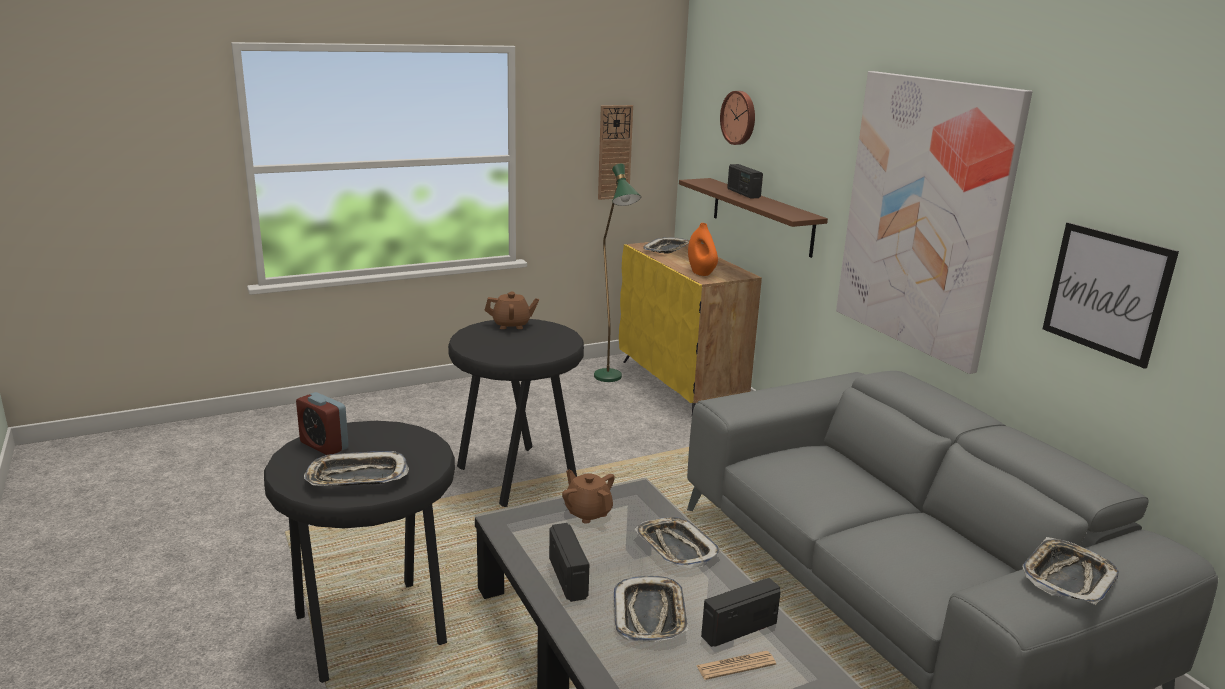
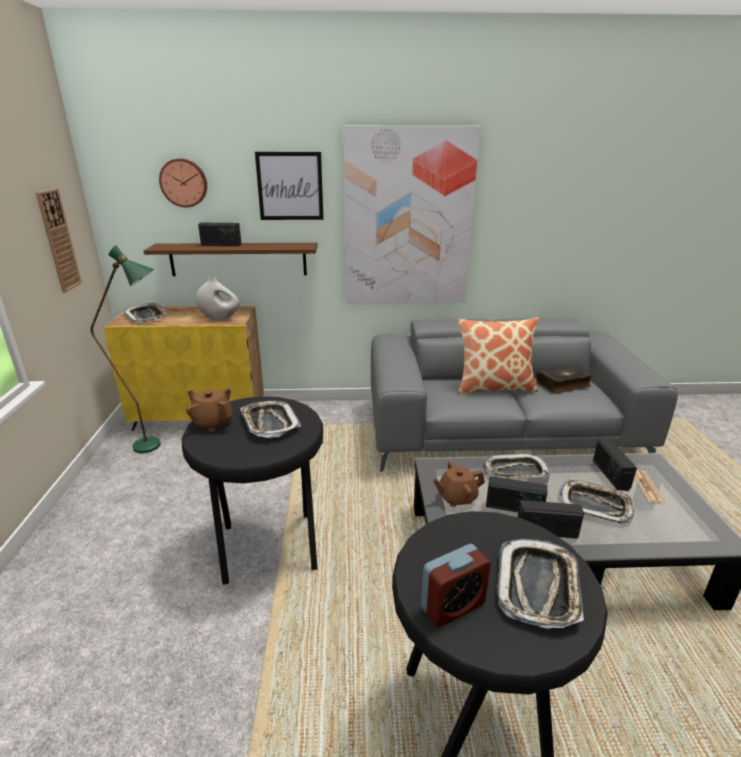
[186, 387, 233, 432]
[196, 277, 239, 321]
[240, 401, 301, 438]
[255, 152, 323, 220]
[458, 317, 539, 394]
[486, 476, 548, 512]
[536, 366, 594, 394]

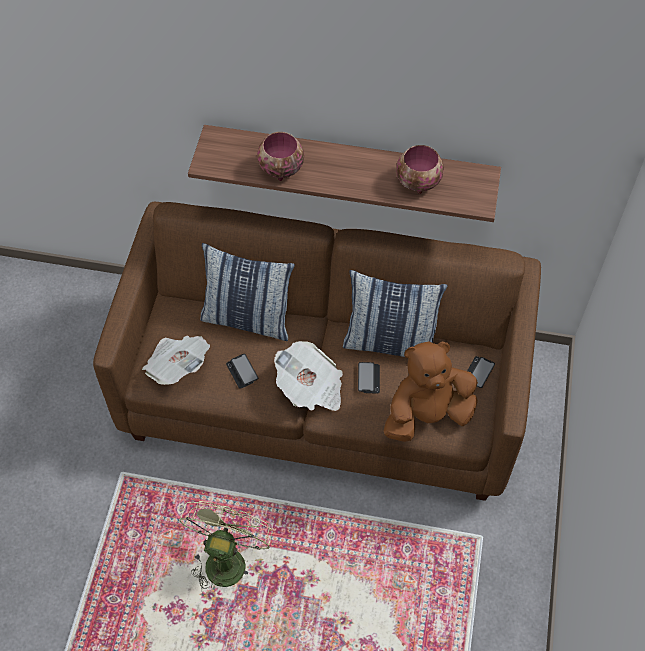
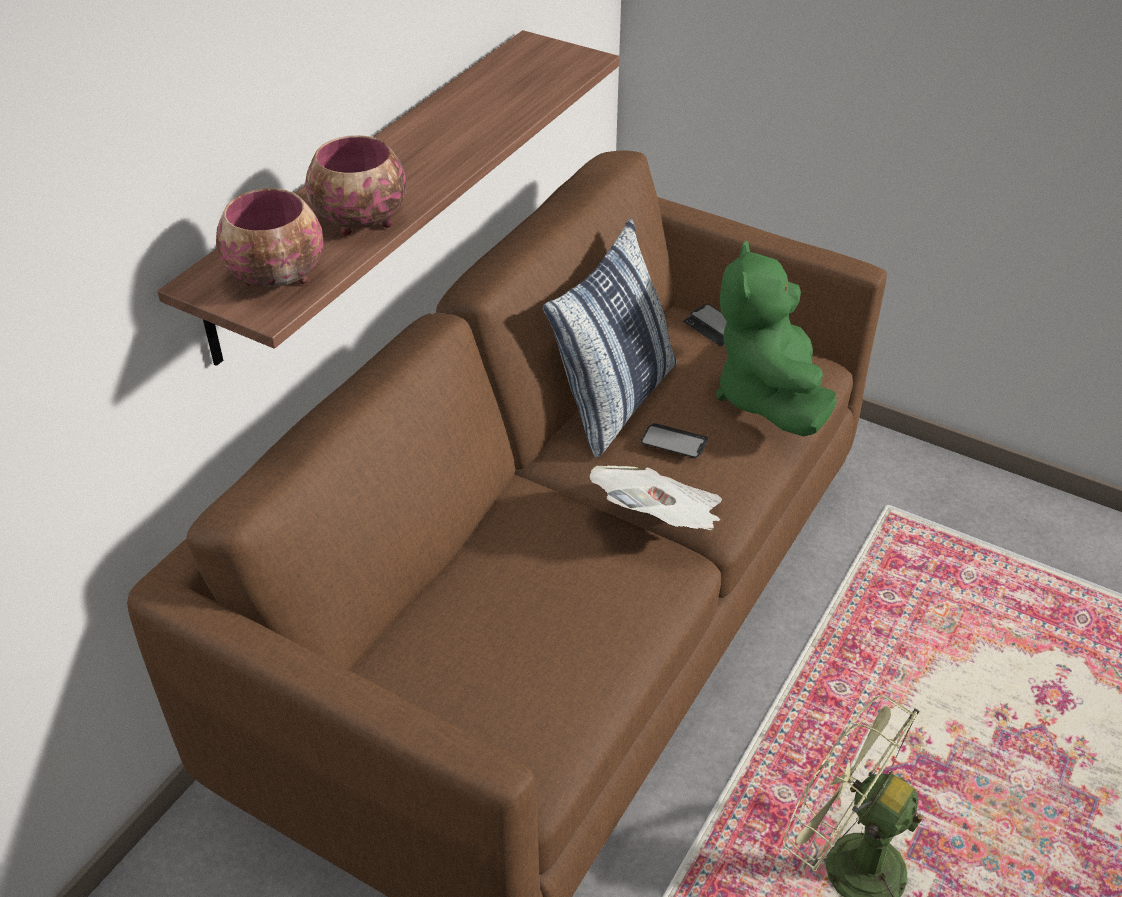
[216, 188, 323, 287]
[716, 241, 837, 436]
[142, 336, 210, 385] (first image)
[200, 243, 295, 341] (first image)
[226, 354, 258, 388] (first image)

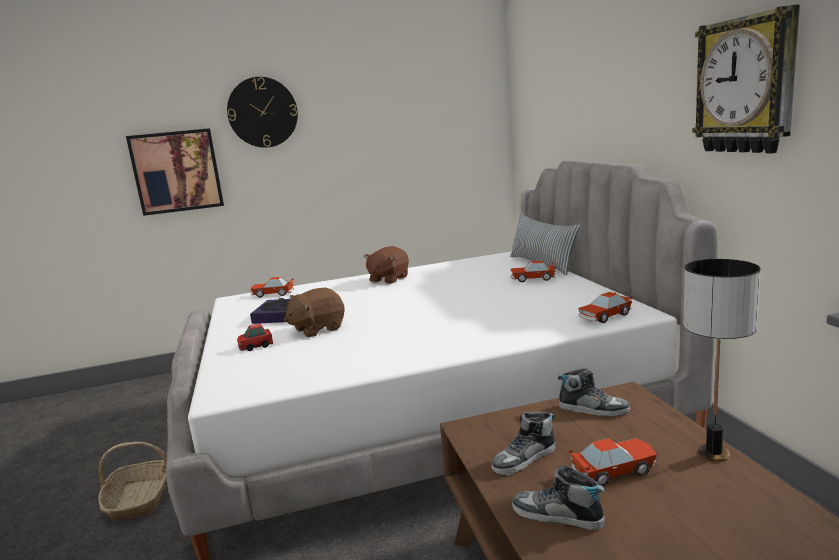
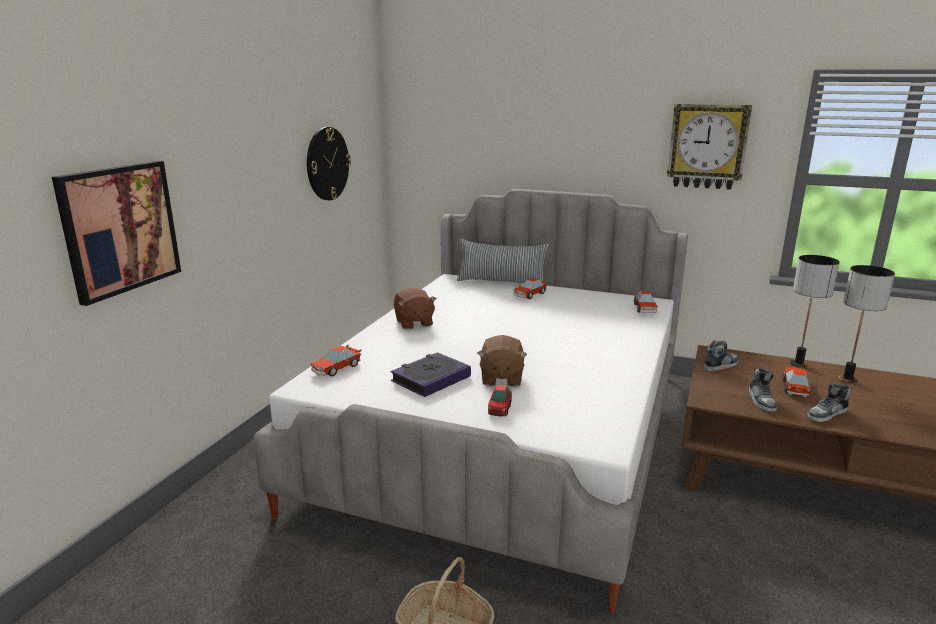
[307, 127, 351, 200]
[838, 265, 895, 384]

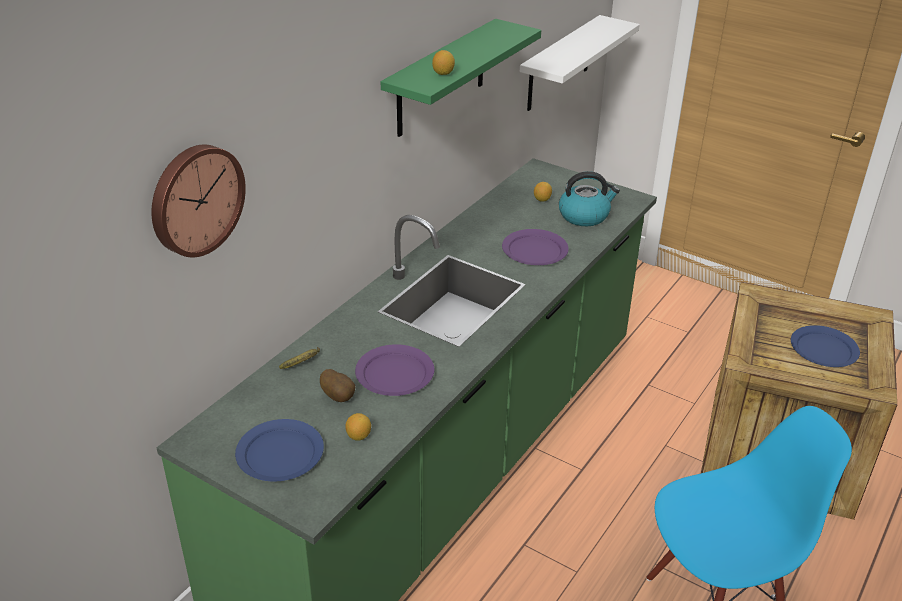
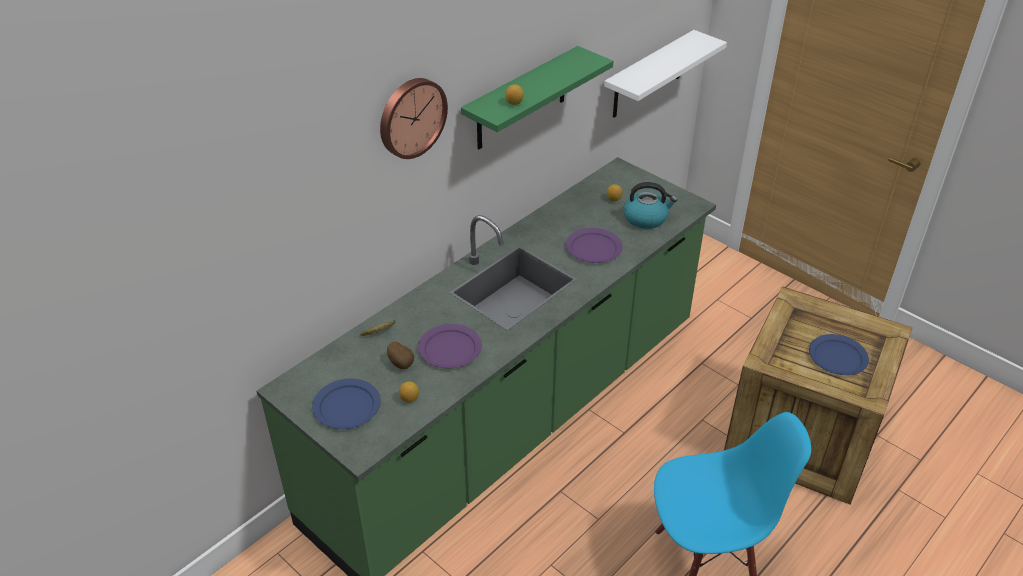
[380, 78, 448, 159]

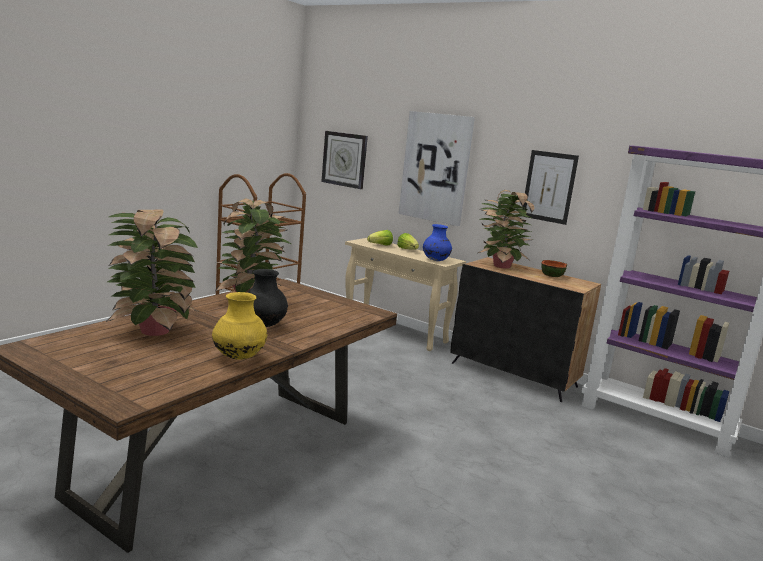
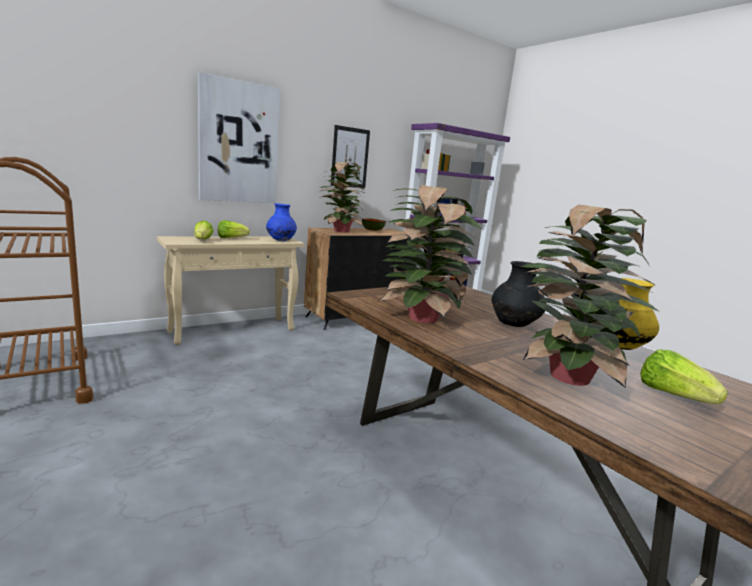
[640, 350, 728, 404]
[321, 131, 368, 189] (first image)

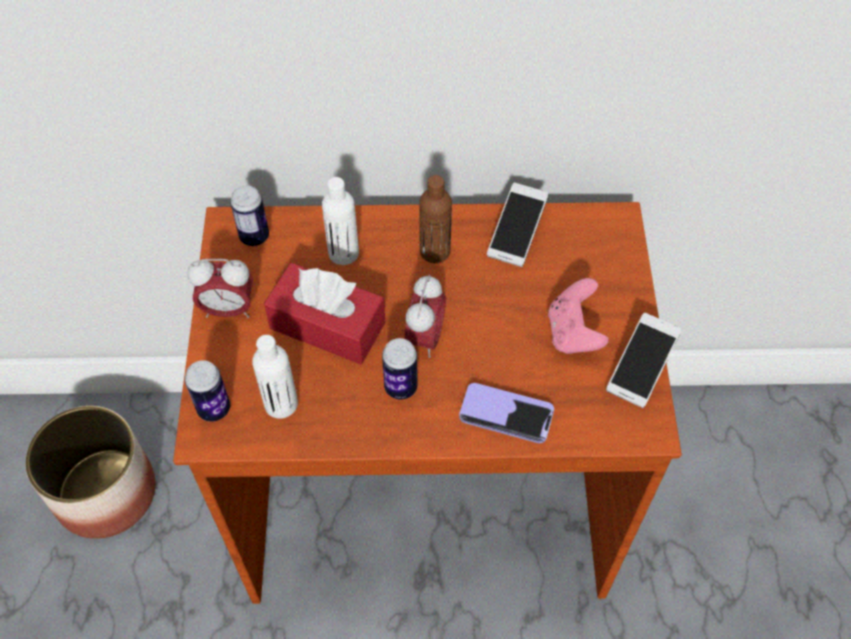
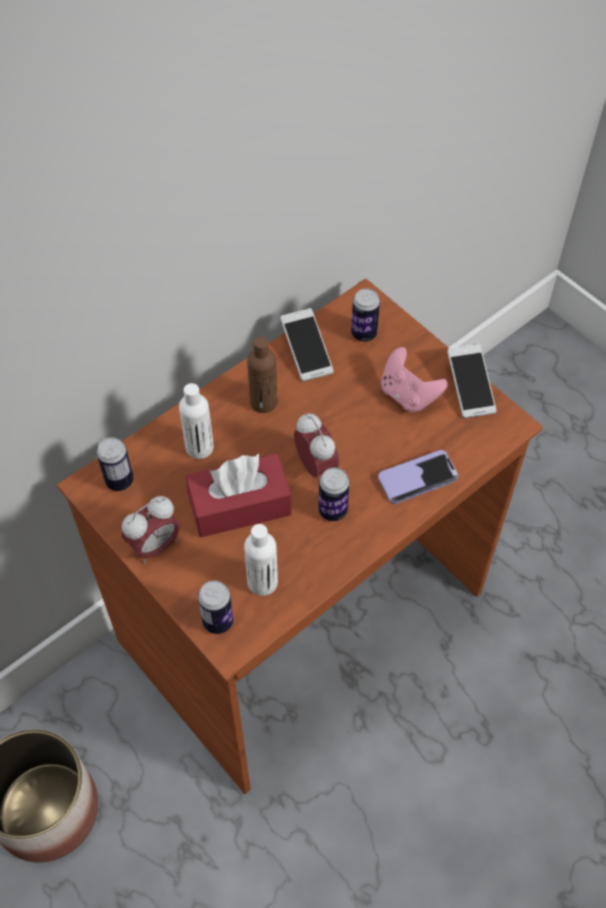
[351, 288, 380, 342]

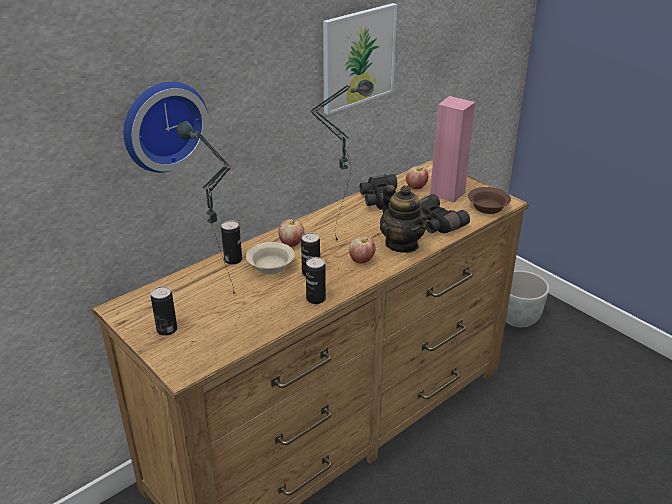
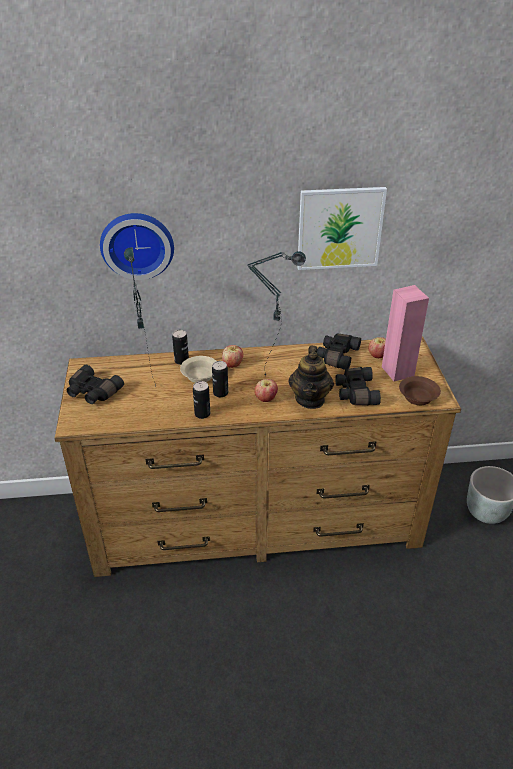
[67, 365, 124, 404]

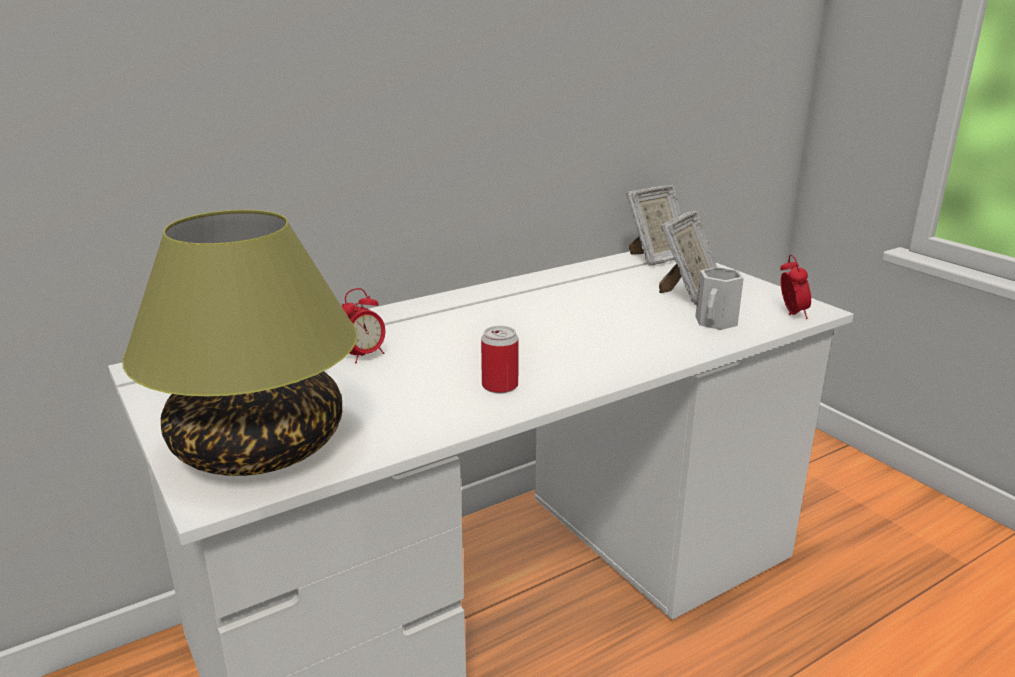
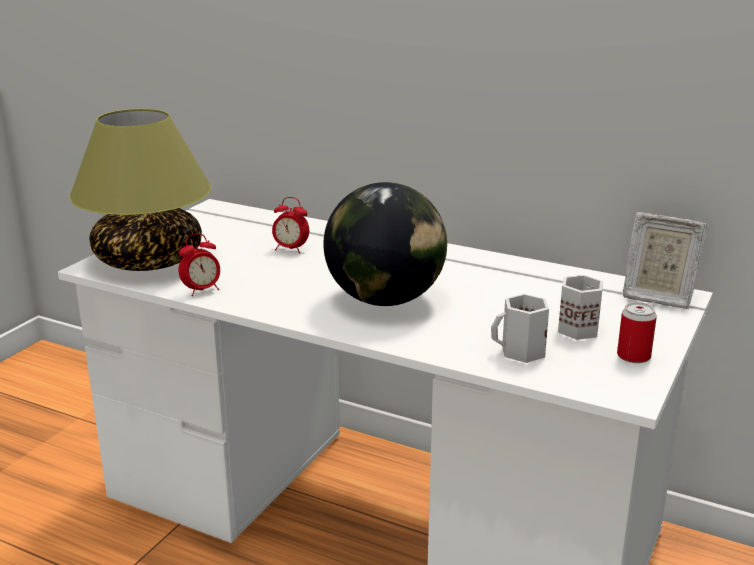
[178, 233, 220, 296]
[323, 182, 447, 306]
[558, 275, 603, 340]
[617, 302, 657, 363]

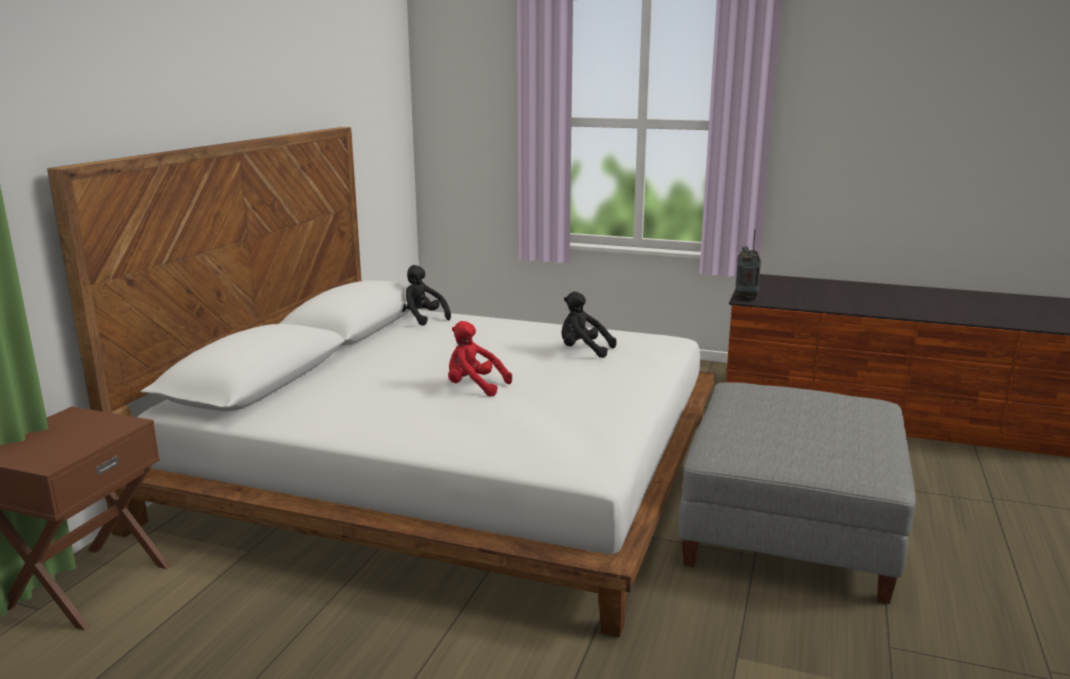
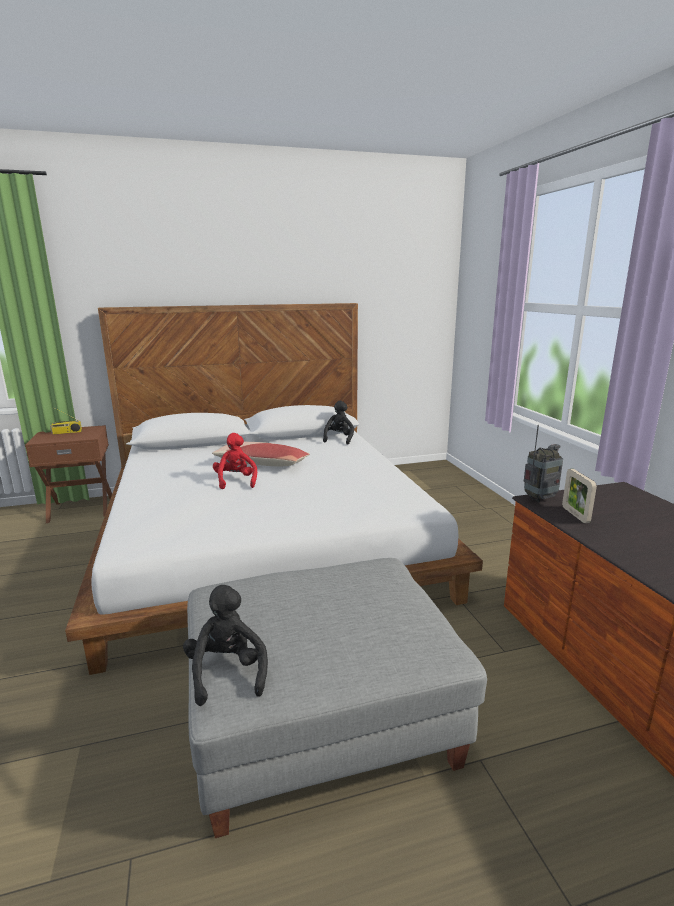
[50, 409, 82, 435]
[183, 585, 268, 706]
[212, 442, 310, 466]
[562, 469, 597, 523]

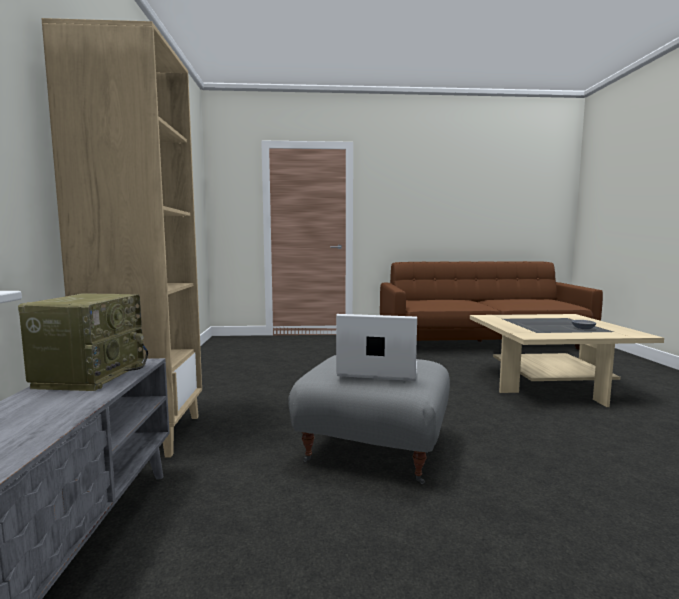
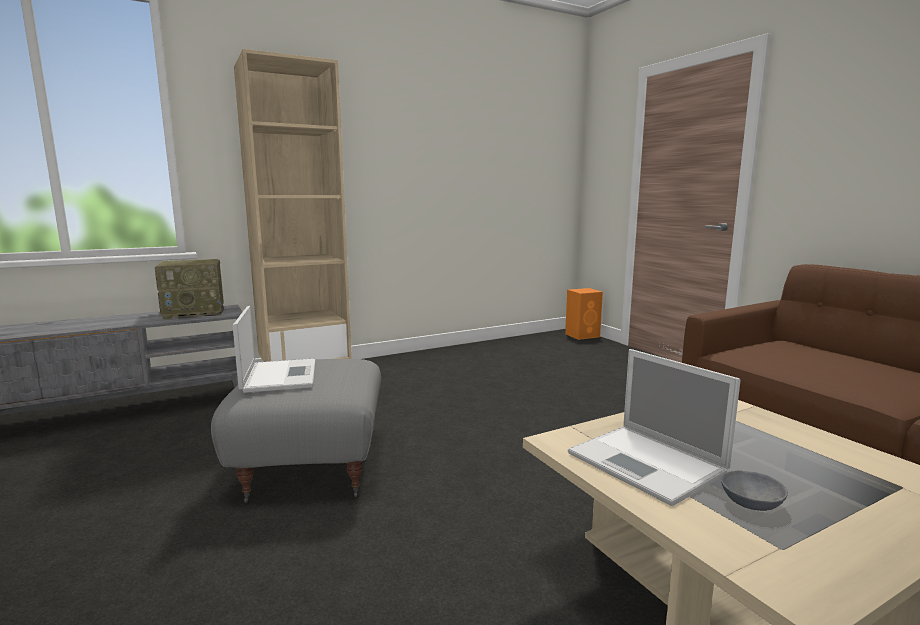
[565, 288, 603, 340]
[568, 349, 741, 506]

